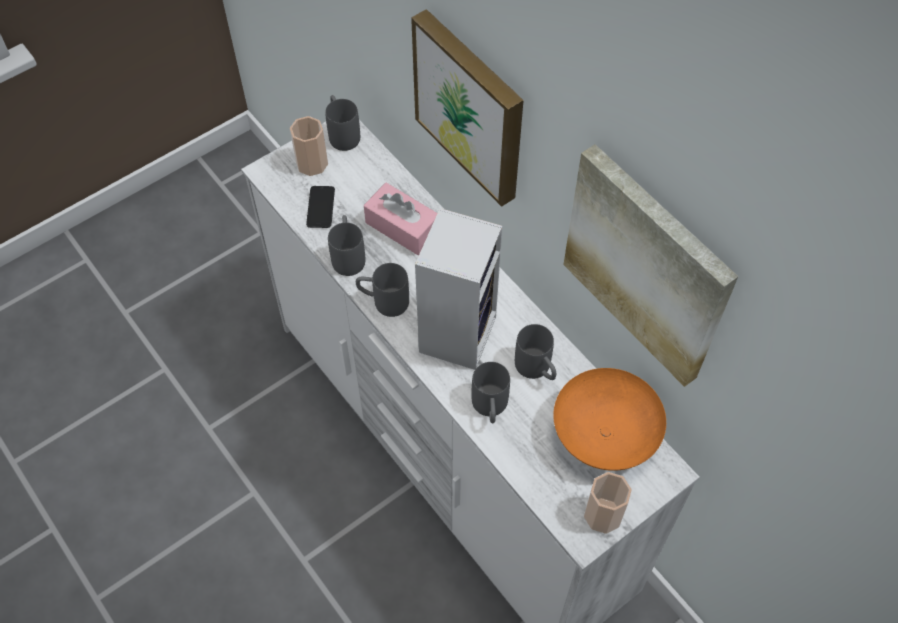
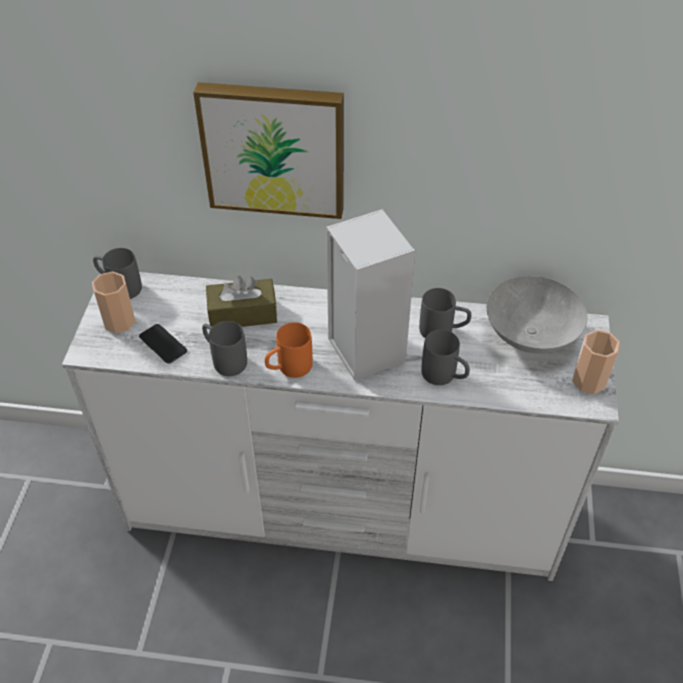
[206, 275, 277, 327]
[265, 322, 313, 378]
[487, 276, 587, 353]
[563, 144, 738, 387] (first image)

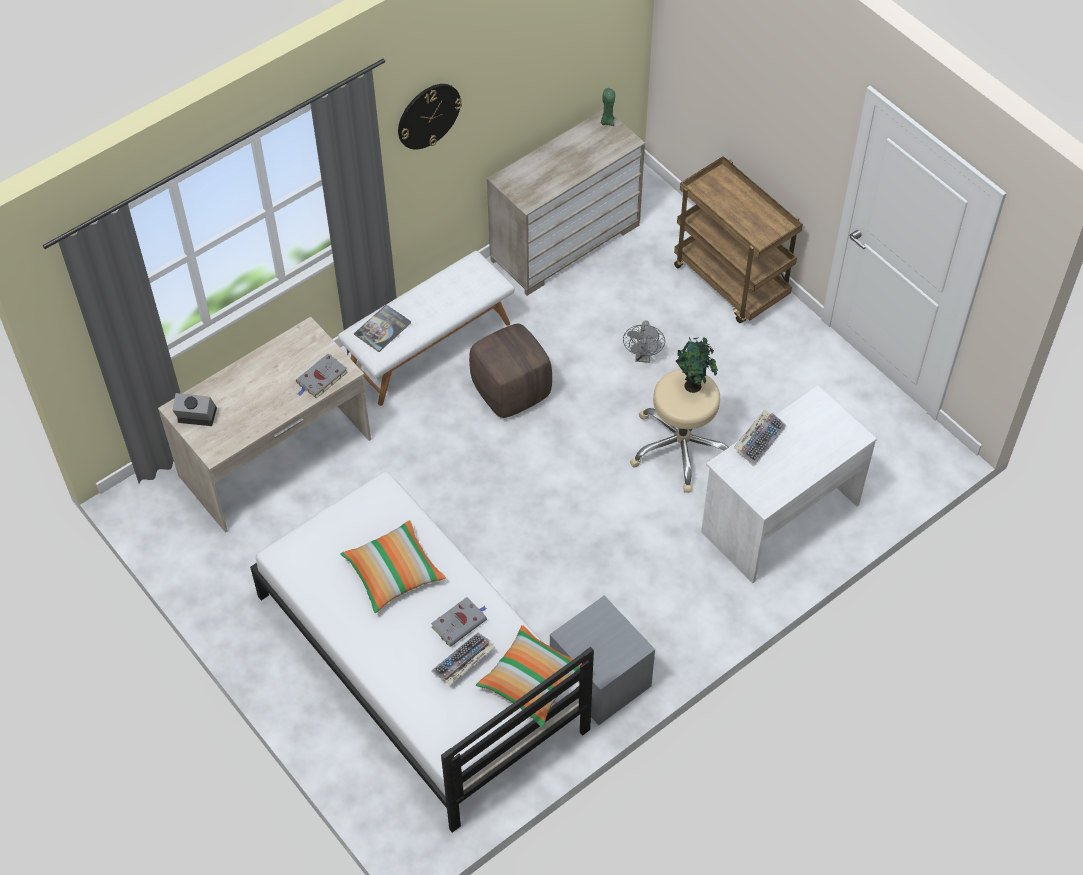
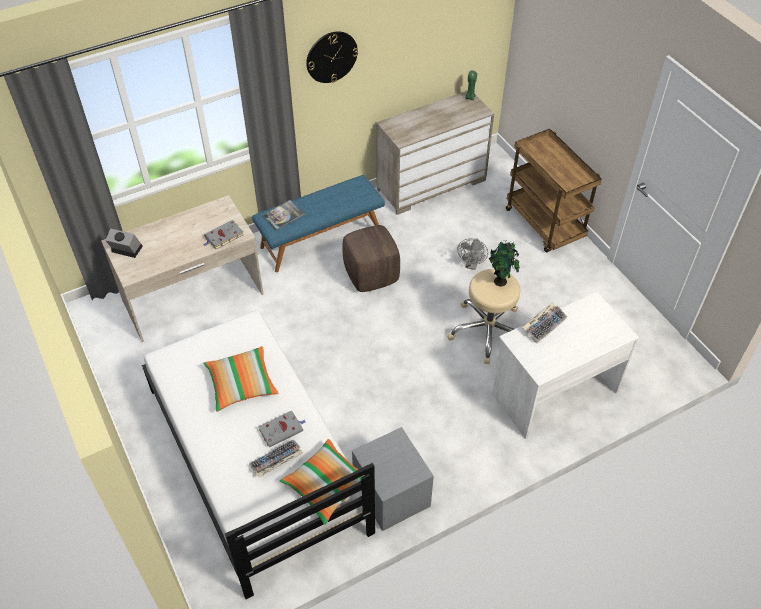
[252, 175, 385, 272]

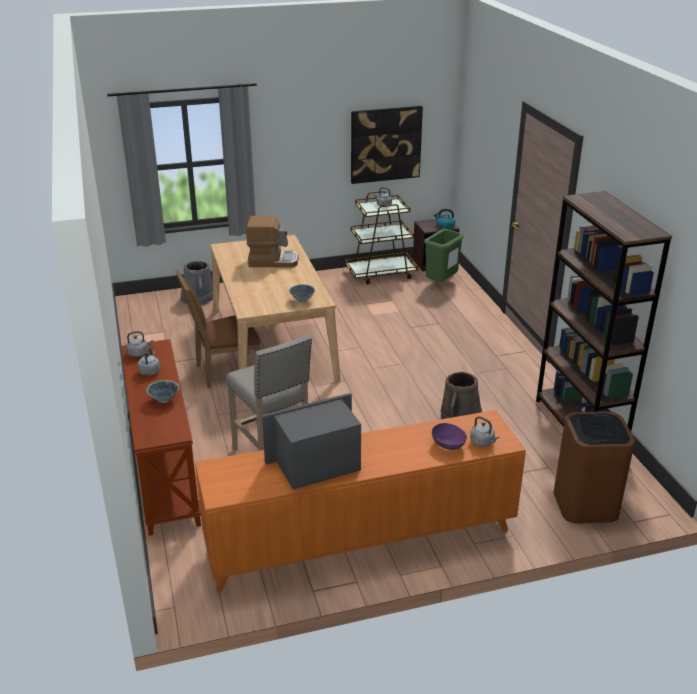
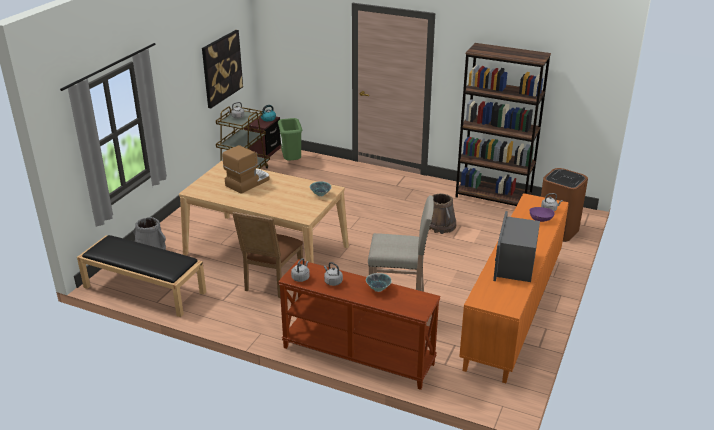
[77, 235, 206, 317]

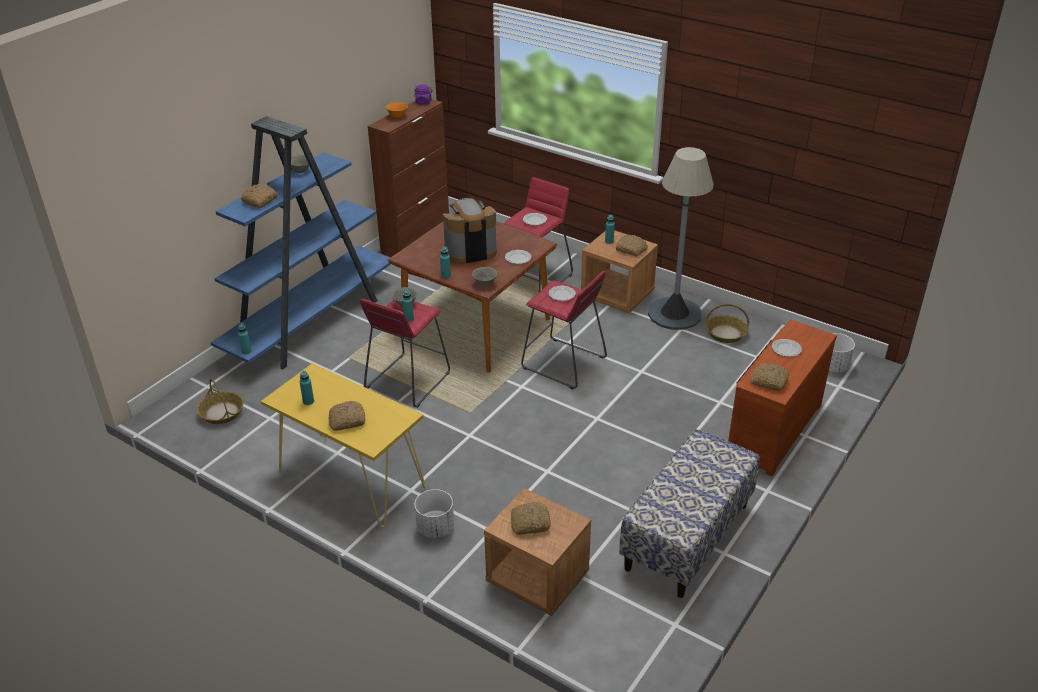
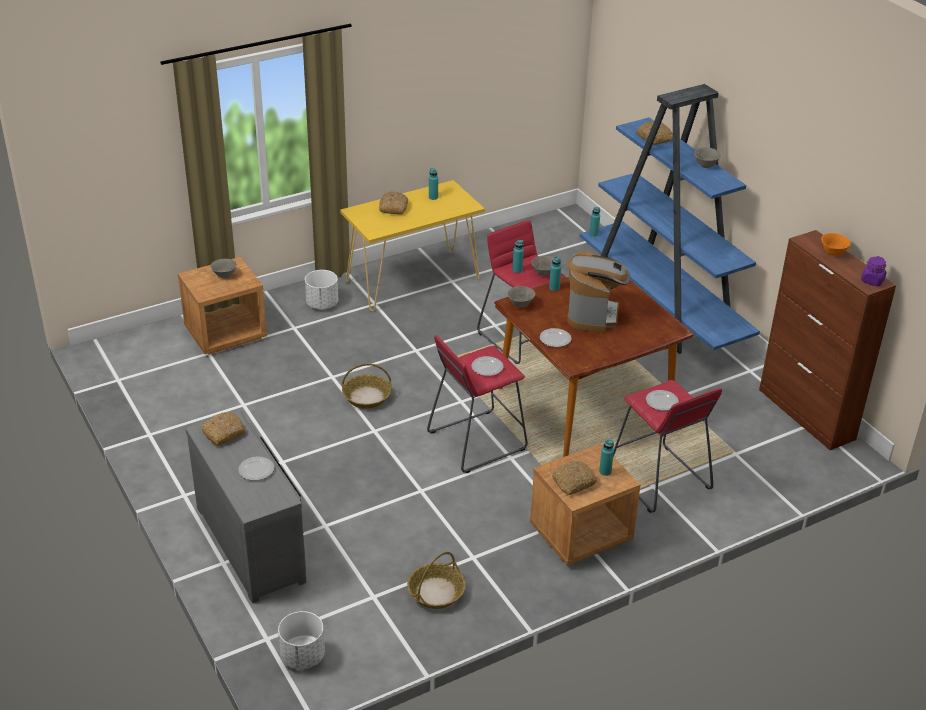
[186, 411, 306, 603]
[211, 259, 237, 279]
[342, 363, 392, 409]
[619, 429, 760, 598] (first image)
[648, 147, 714, 330] (first image)

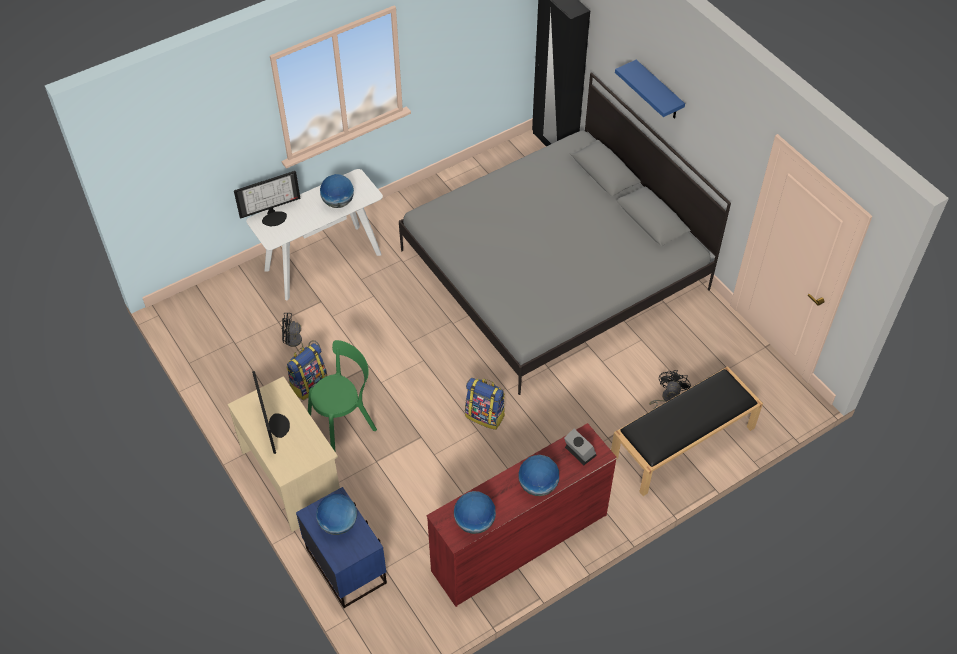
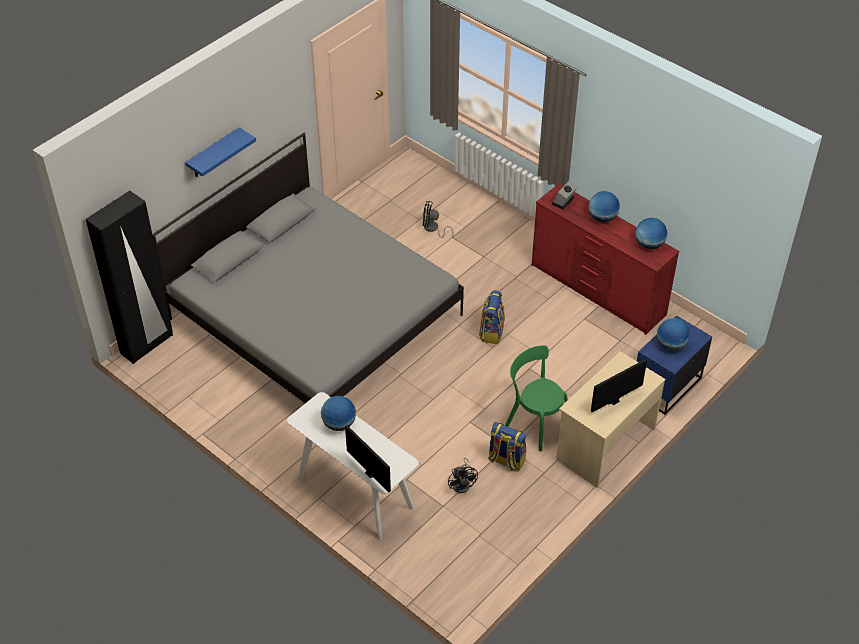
[611, 366, 763, 496] (first image)

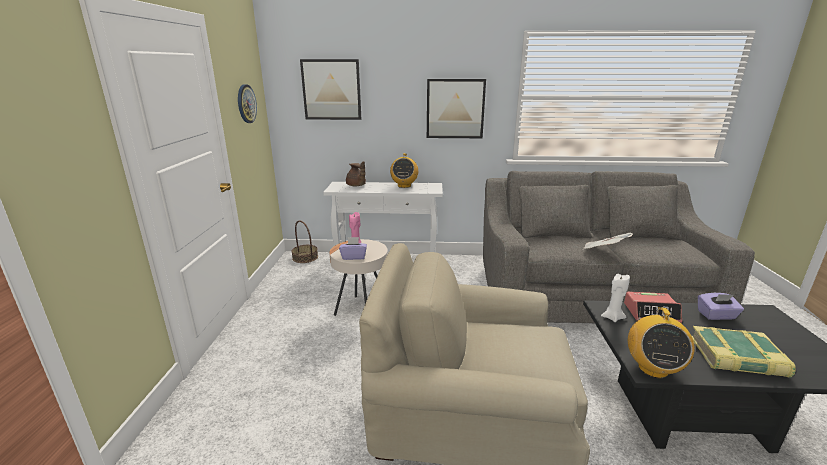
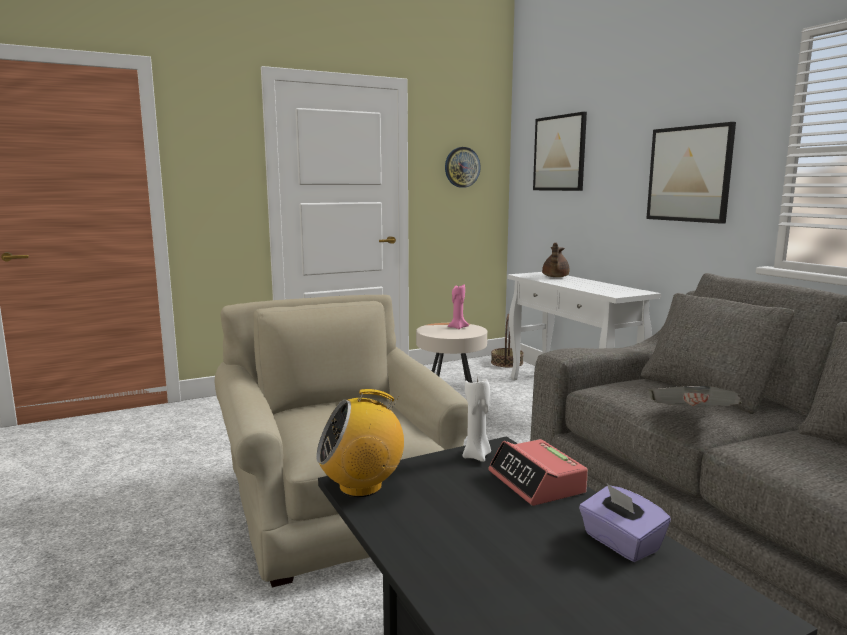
[339, 237, 367, 260] (first image)
[390, 153, 418, 188] (first image)
[692, 326, 796, 378] (first image)

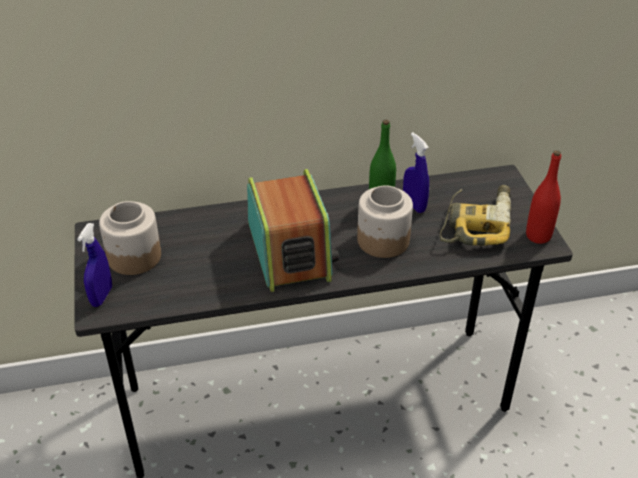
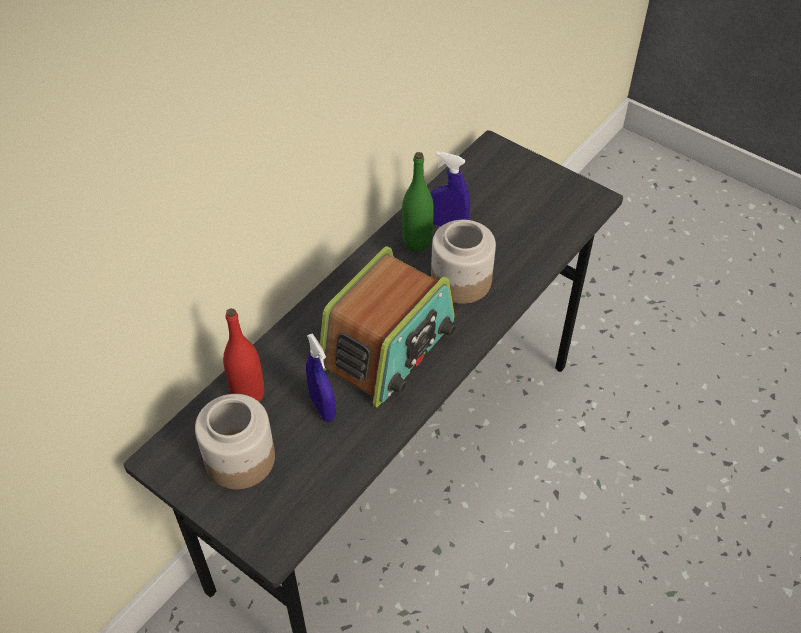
[223, 308, 264, 402]
[306, 333, 336, 422]
[320, 246, 456, 407]
[440, 185, 511, 245] (first image)

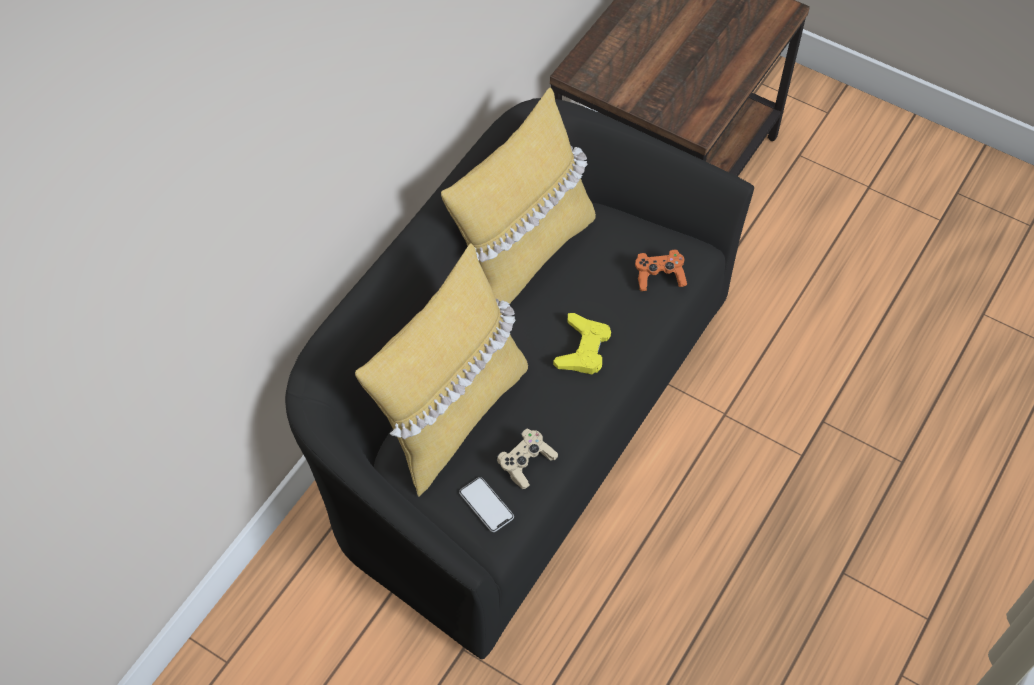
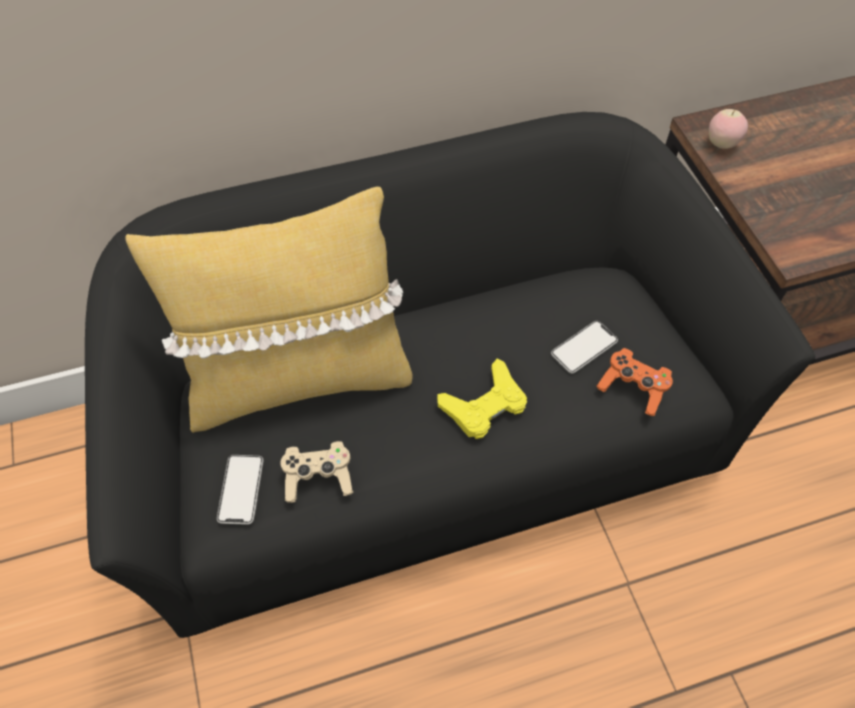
[551, 321, 618, 373]
[709, 109, 748, 149]
[441, 88, 596, 315] (first image)

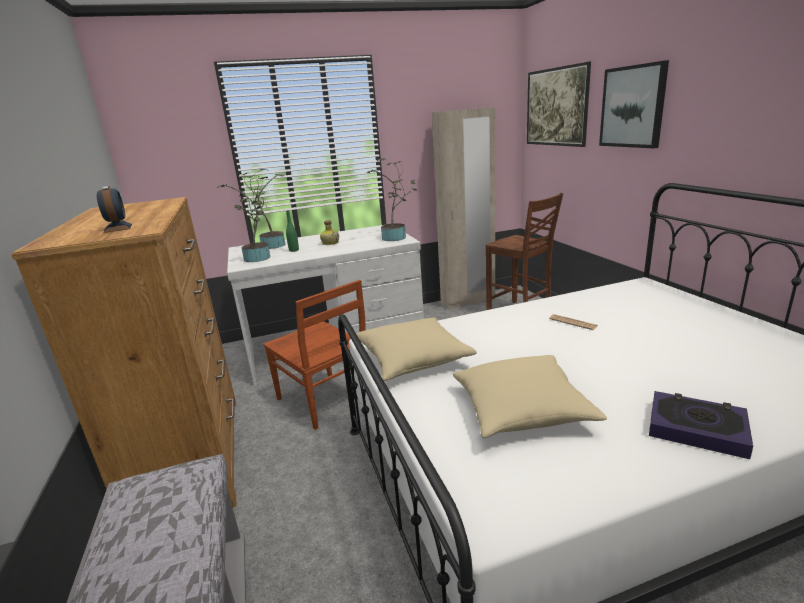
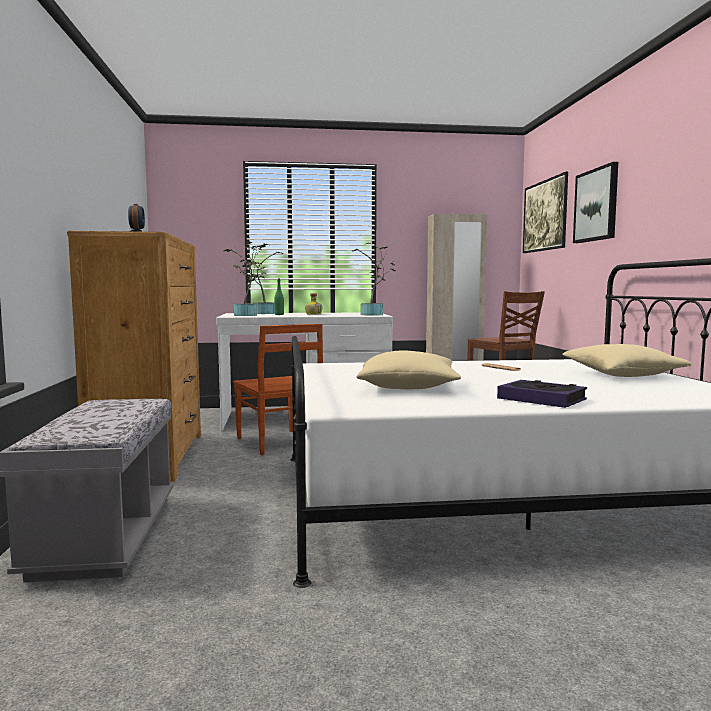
[562, 344, 692, 377]

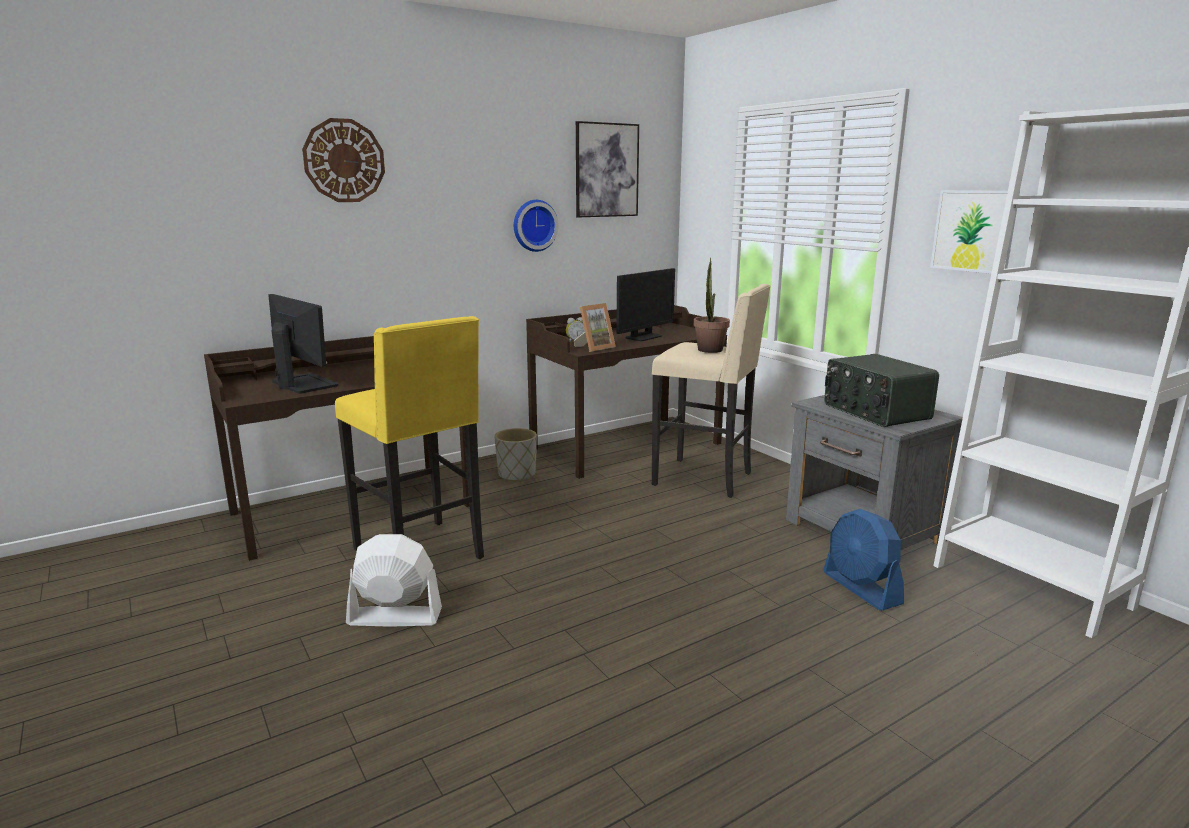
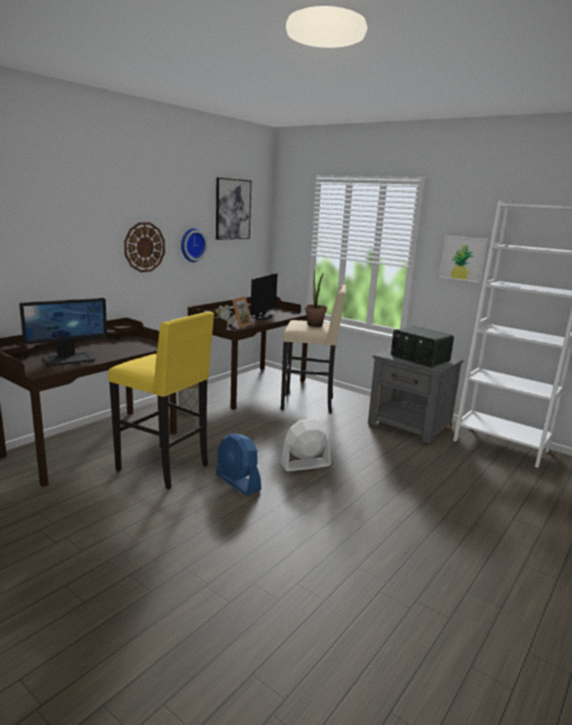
[19, 298, 107, 366]
[124, 222, 165, 272]
[216, 433, 261, 496]
[280, 419, 331, 471]

